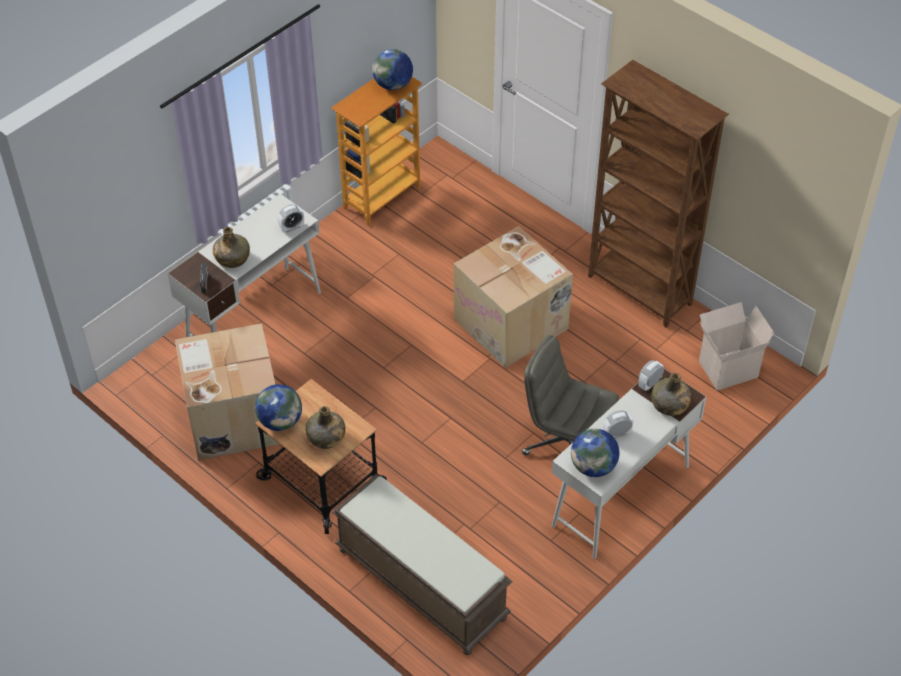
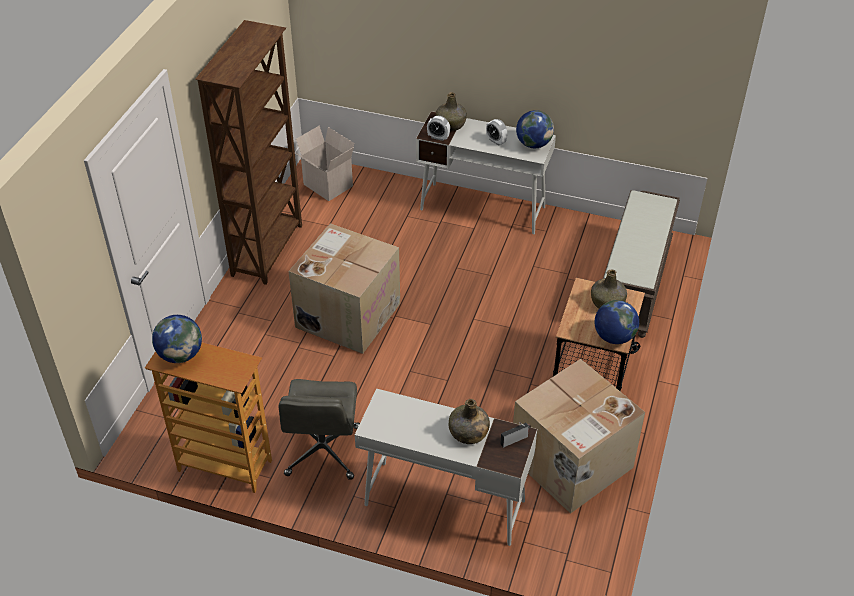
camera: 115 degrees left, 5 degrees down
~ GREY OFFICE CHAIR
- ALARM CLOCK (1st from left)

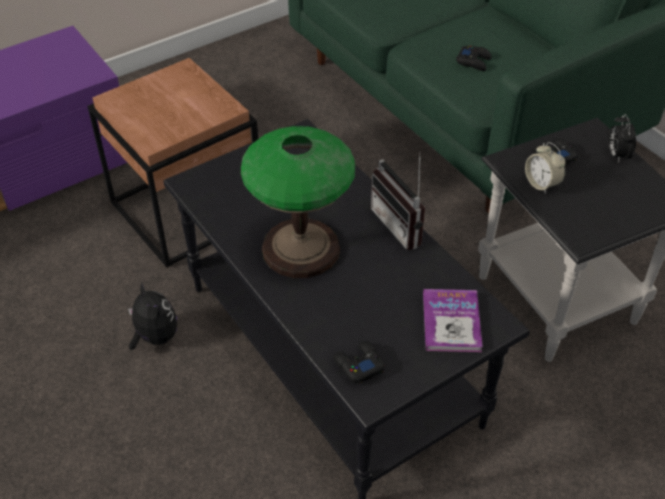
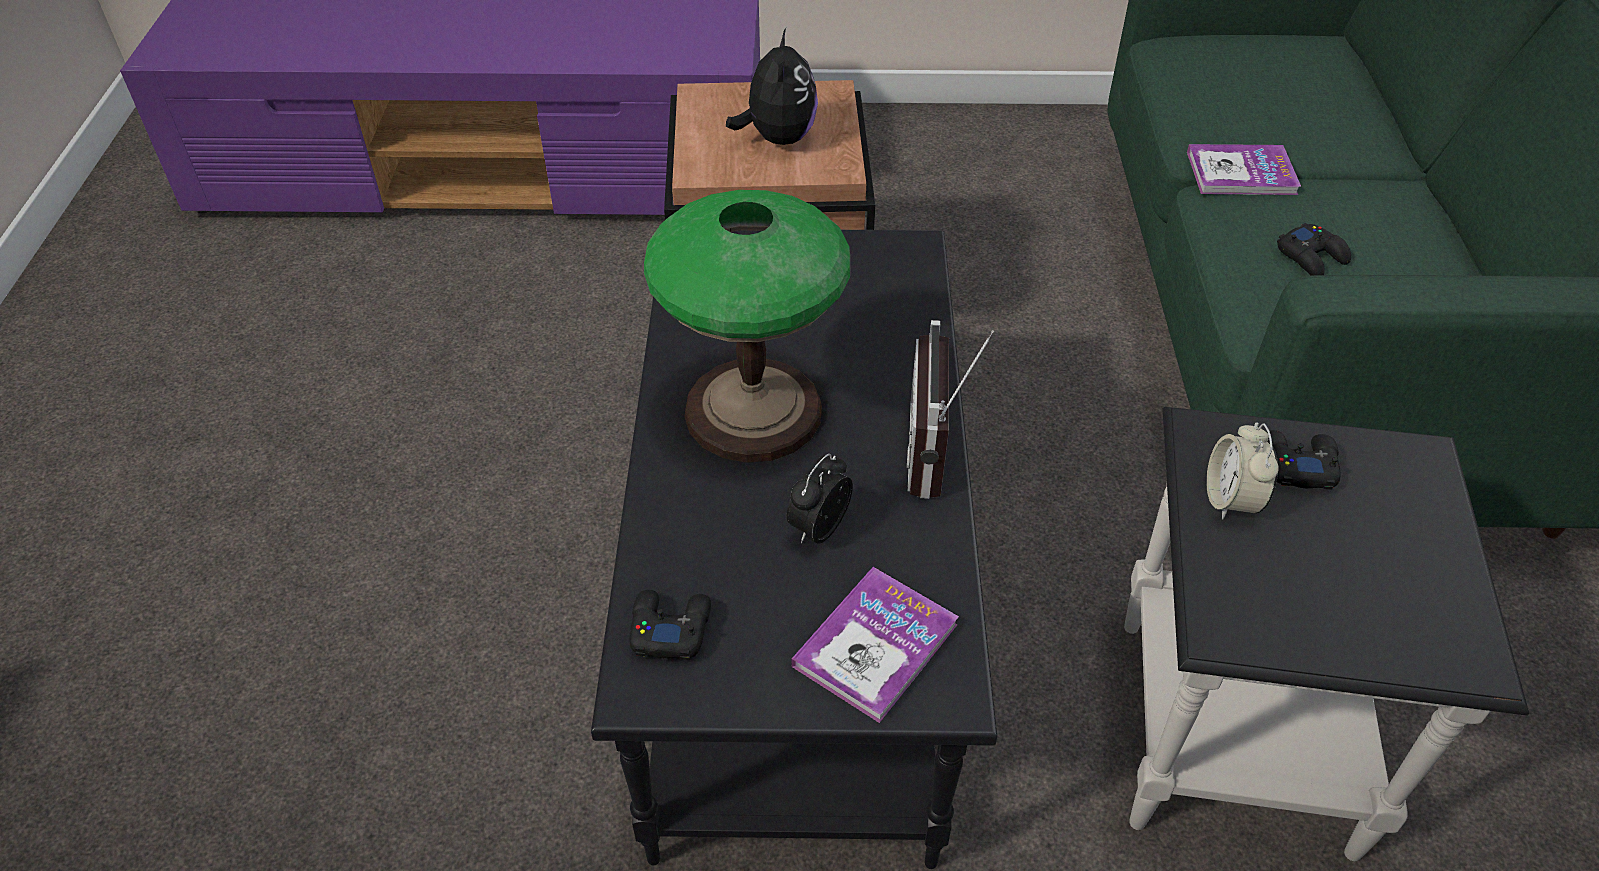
camera: 35 degrees right, 0 degrees up
~ PLUSH TOY
~ ALARM CLOCK (2nd from left in the first image) to ALARM CLOCK (1st from left)
+ BOOK (2nd from left)

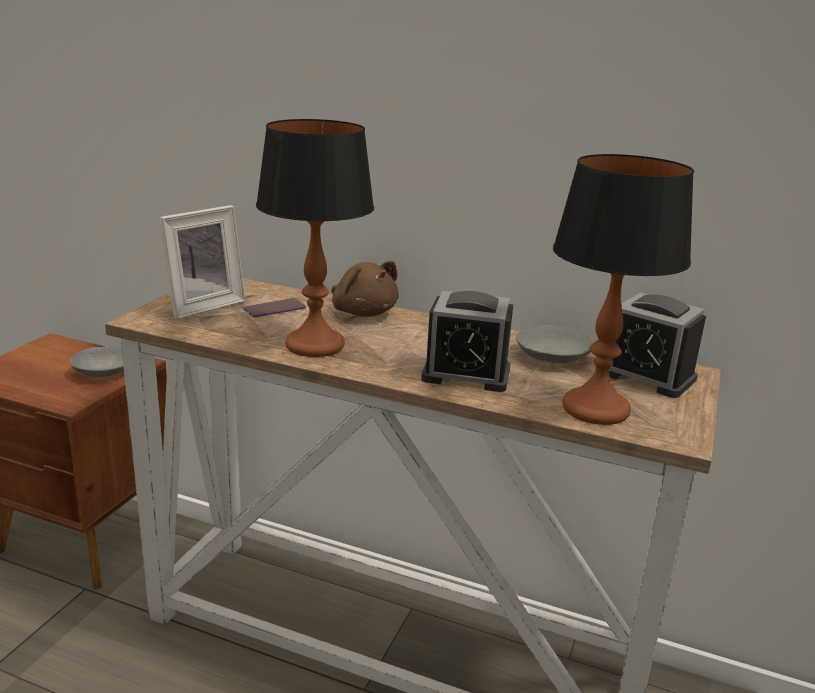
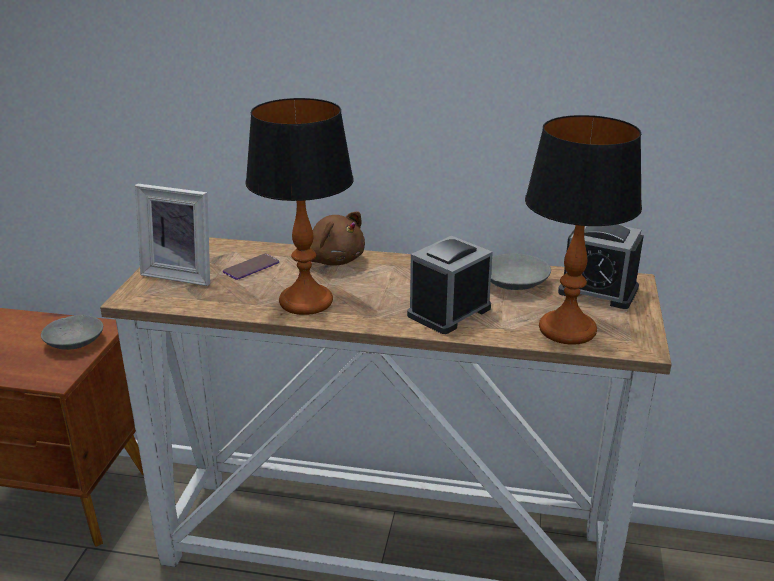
camera: 10 degrees left, 5 degrees up
~ PICTURE FRAME 75 degrees clockwise
~ ALARM CLOCK (1st from left) 135 degrees clockwise

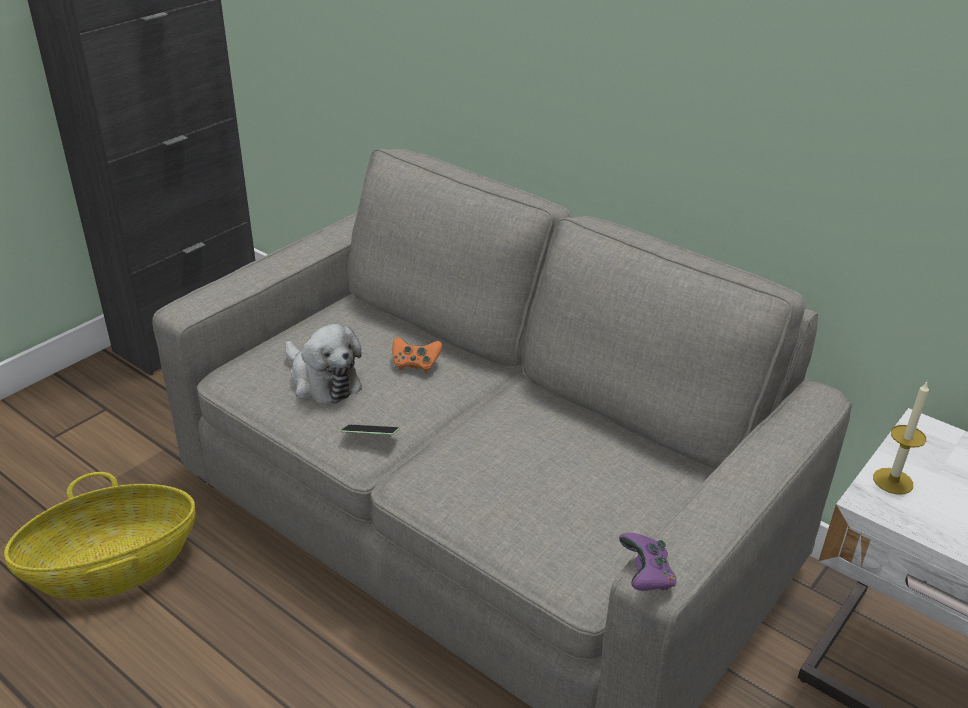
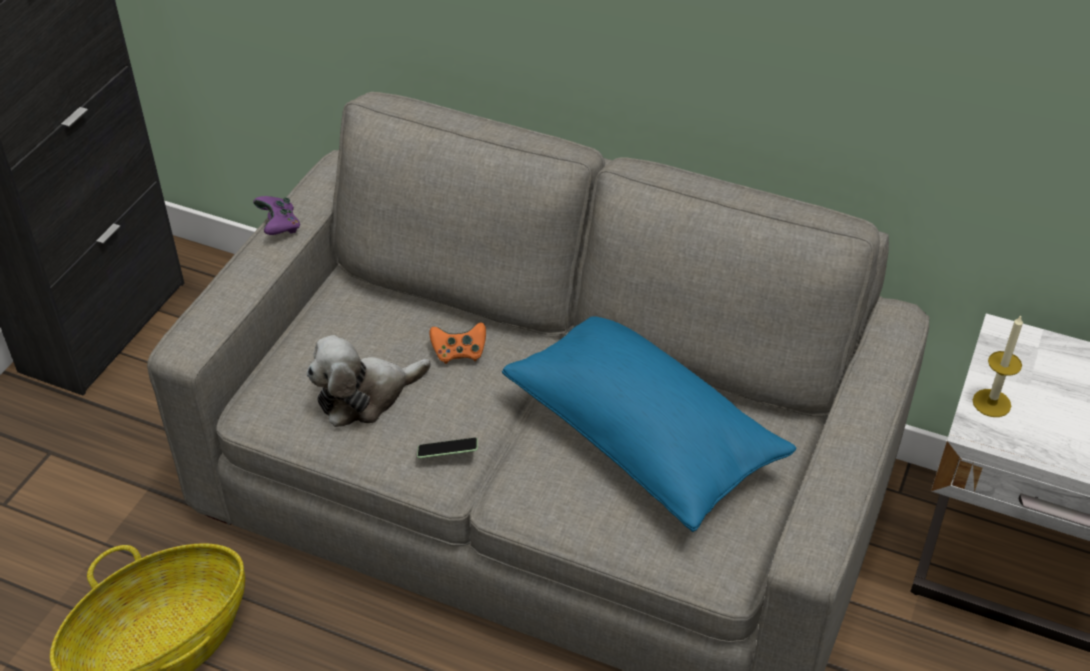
camera: 15 degrees left, 10 degrees up
~ PURPLE GAME CONTROLLER
~ PLUSH TOY 120 degrees clockwise
+ BLUE PILLOW

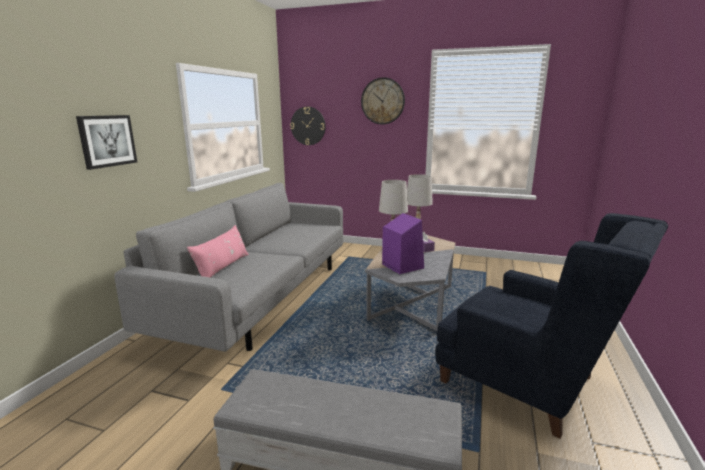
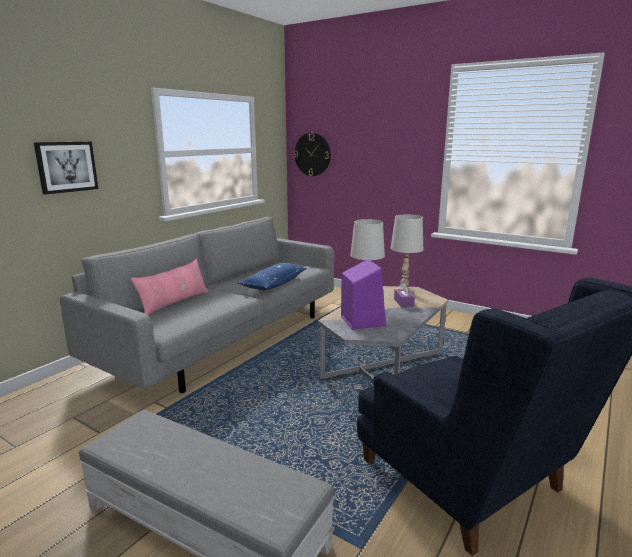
camera: 15 degrees right, 0 degrees up
+ BLUE PILLOW
- WALL CLOCK (2nd from left)

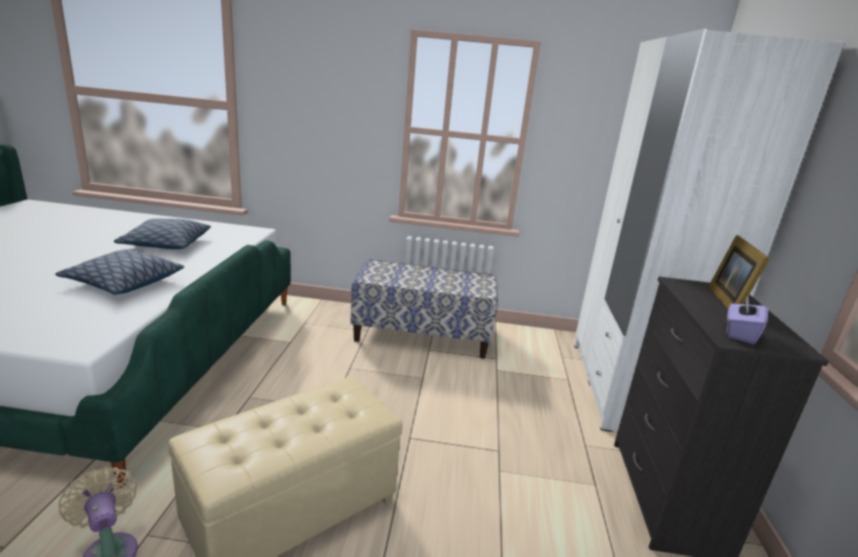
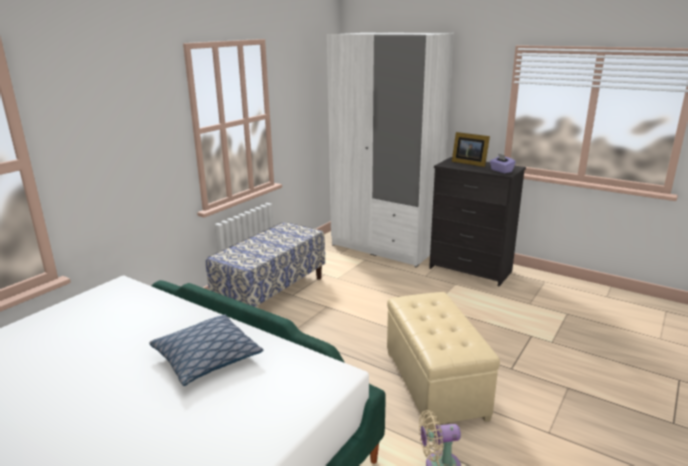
camera: 60 degrees left, 0 degrees up
- PILLOW (2nd from left)

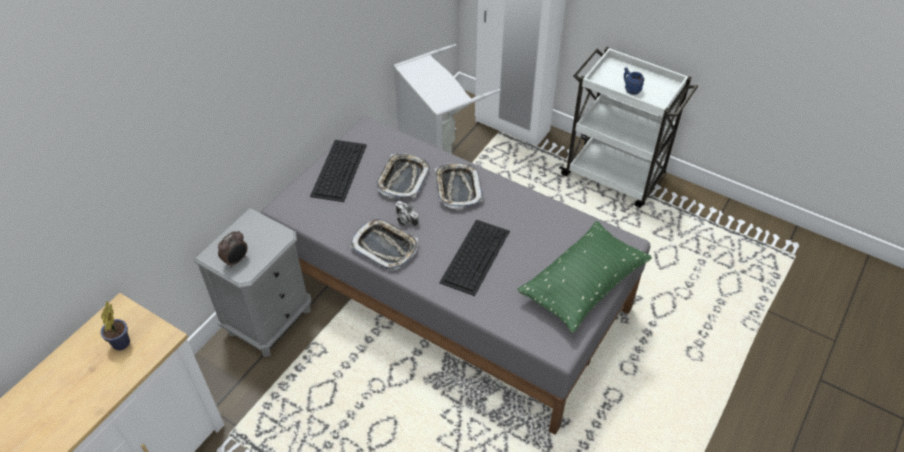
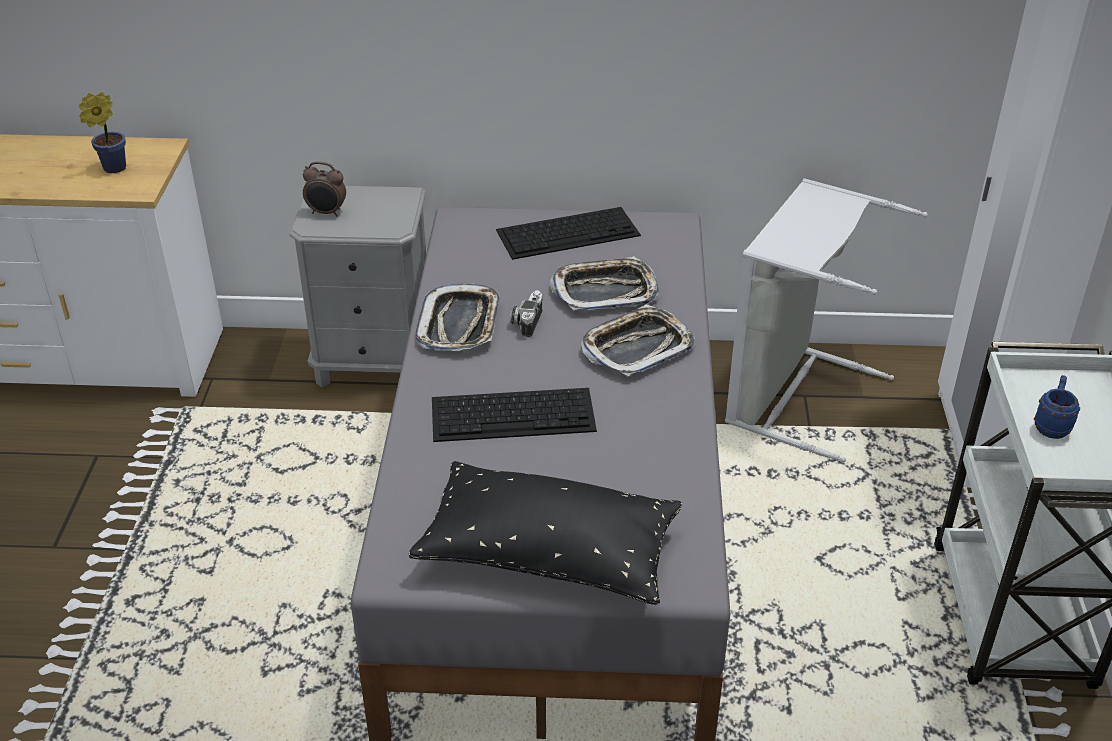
camera: 60 degrees right, 10 degrees down
~ GREEN PILLOW to BLACK PILLOW

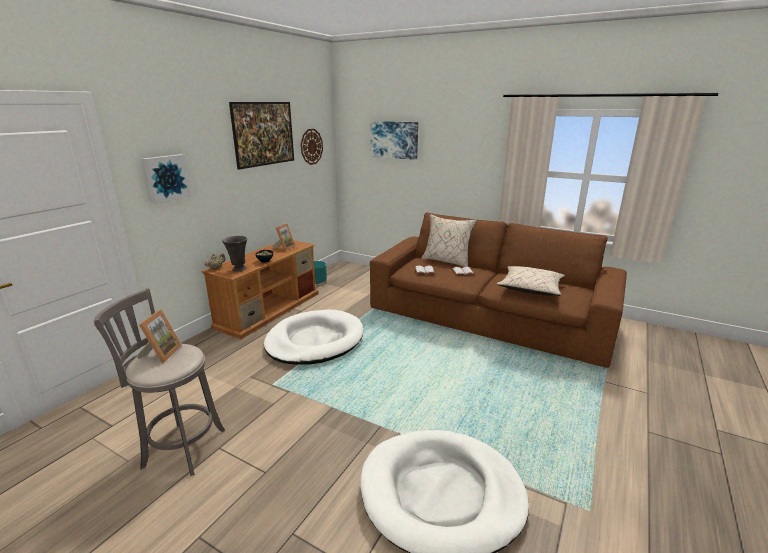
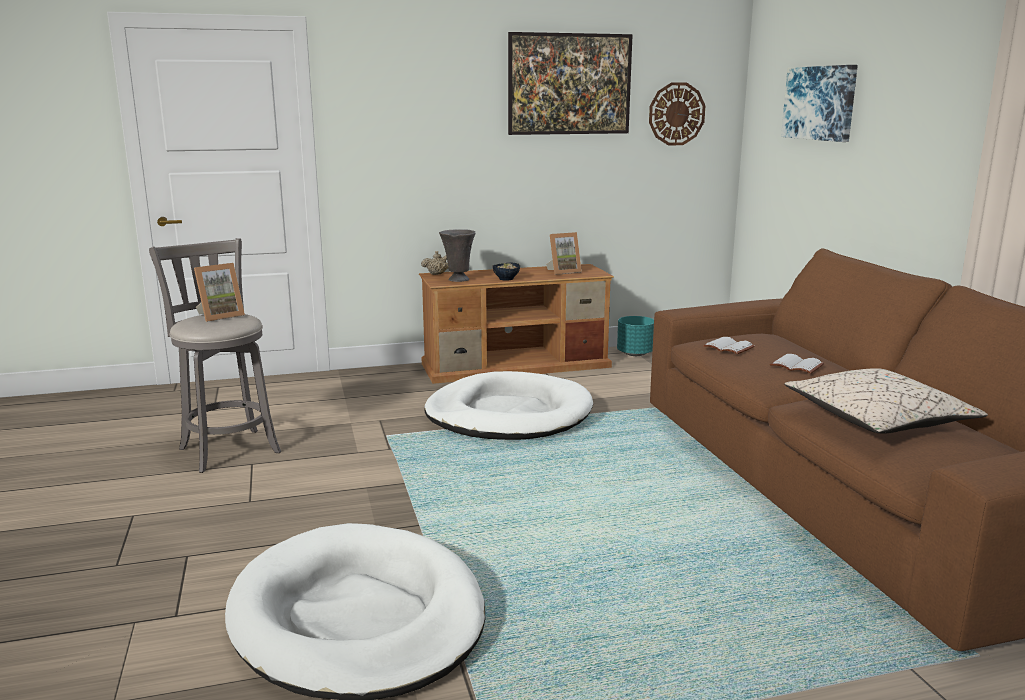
camera: 45 degrees right, 5 degrees down
- PICTURE (1st from left)
- BEIGE PILLOW (1st from left)

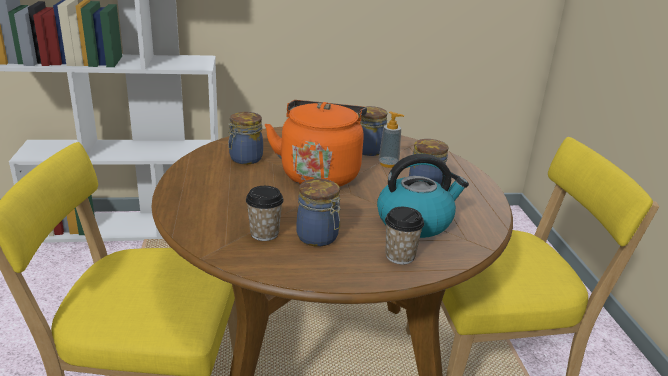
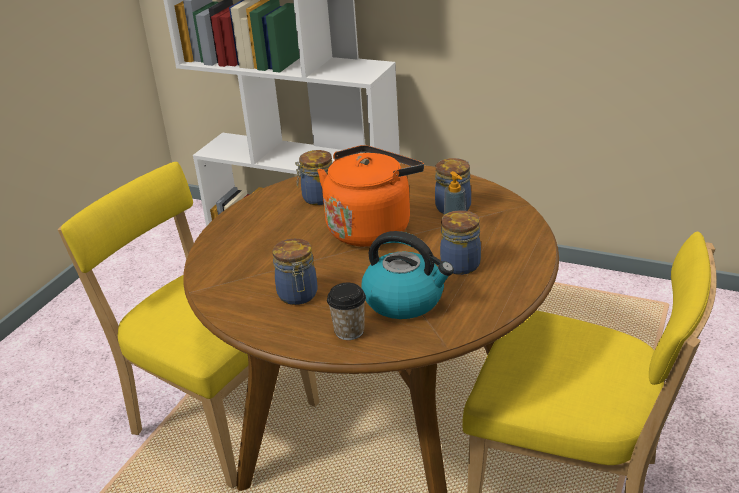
camera: 35 degrees right, 5 degrees up
- CUP (1st from left)

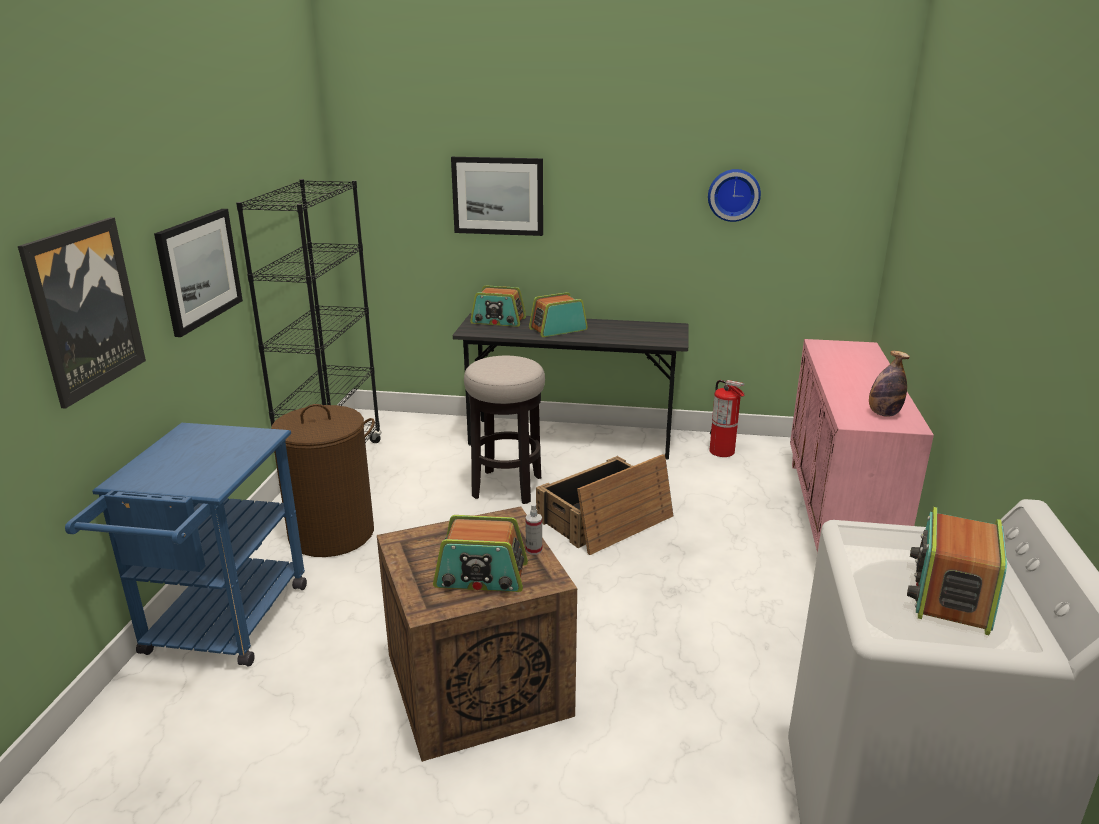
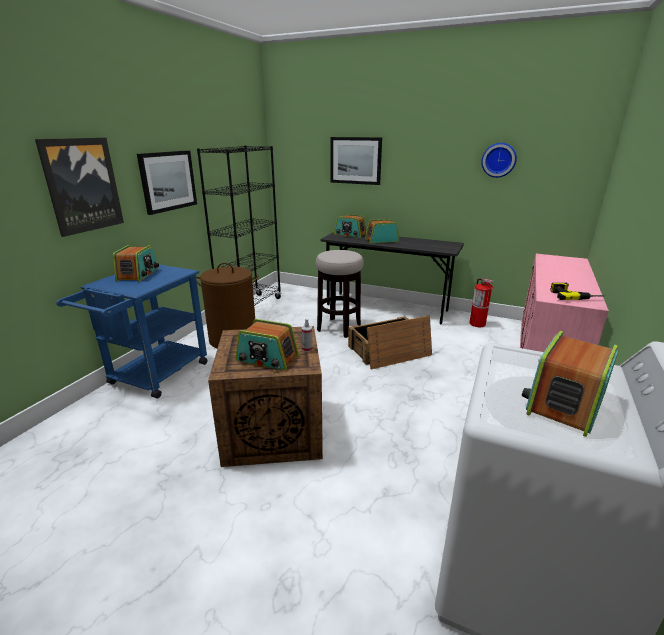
camera: 15 degrees right, 0 degrees up
+ RADIO (1st from left)
~ BOTTLE to POWER DRILL

